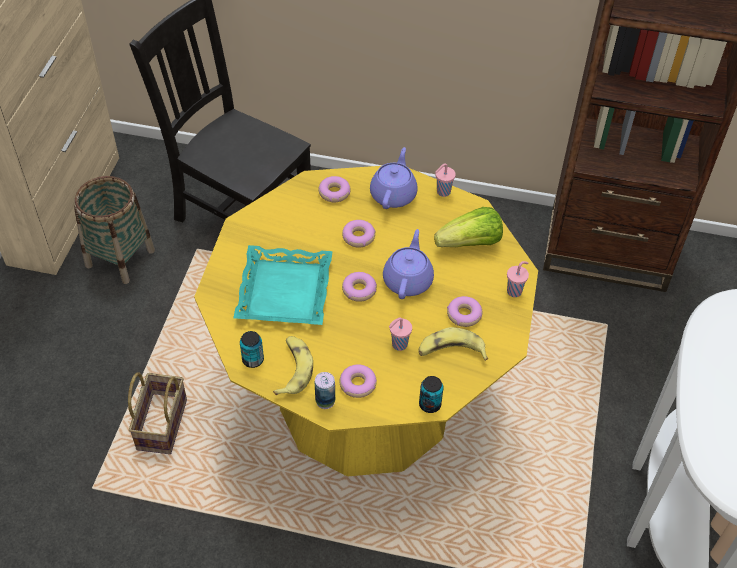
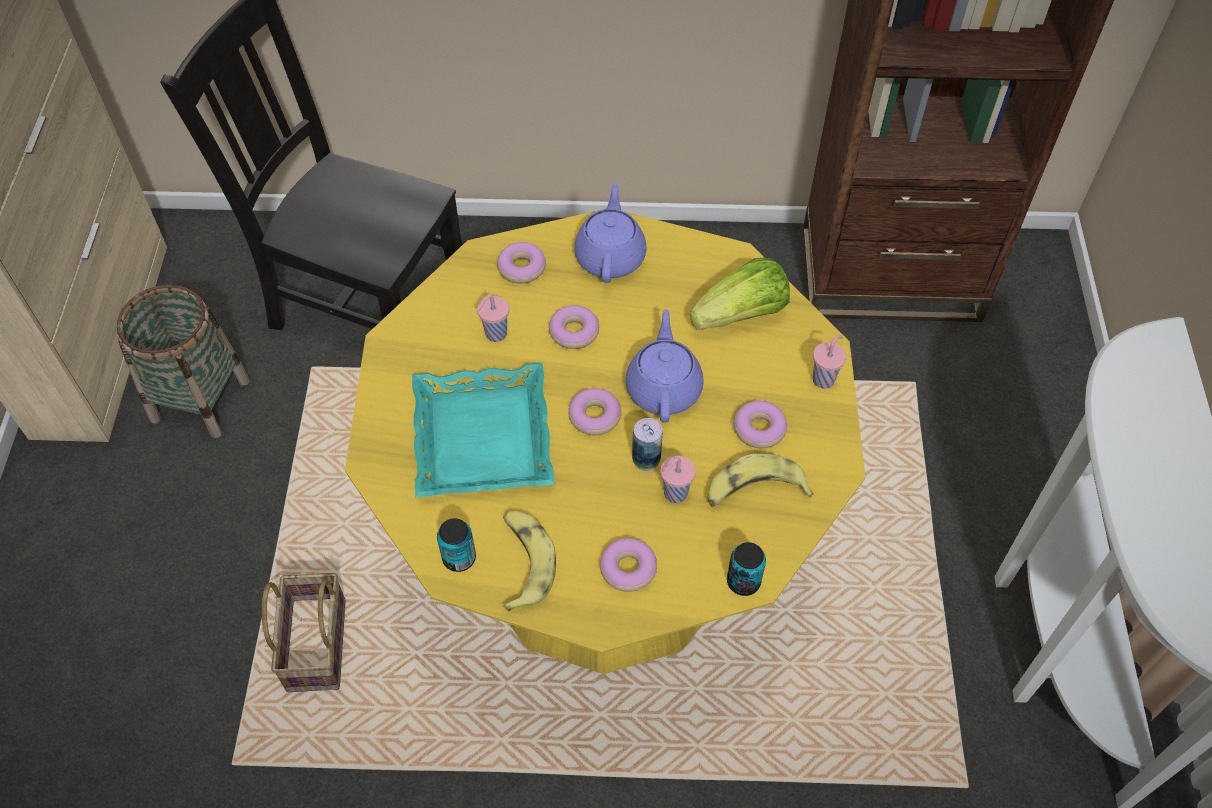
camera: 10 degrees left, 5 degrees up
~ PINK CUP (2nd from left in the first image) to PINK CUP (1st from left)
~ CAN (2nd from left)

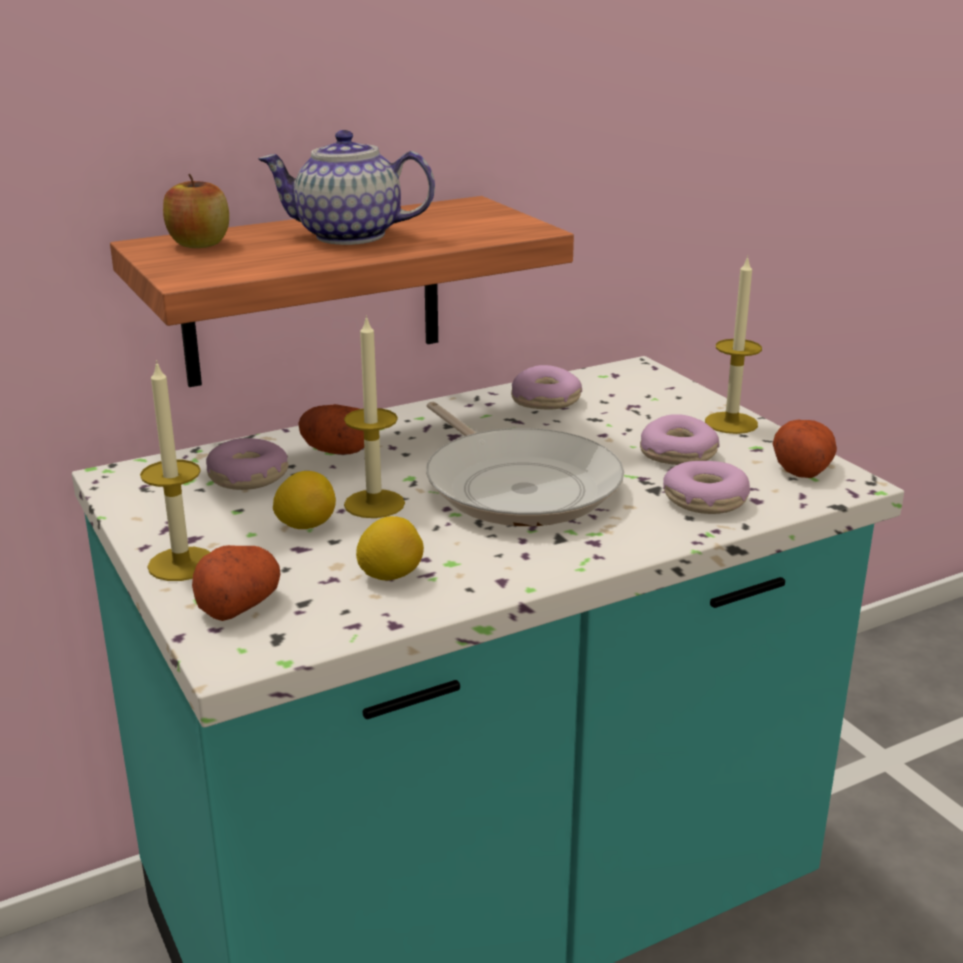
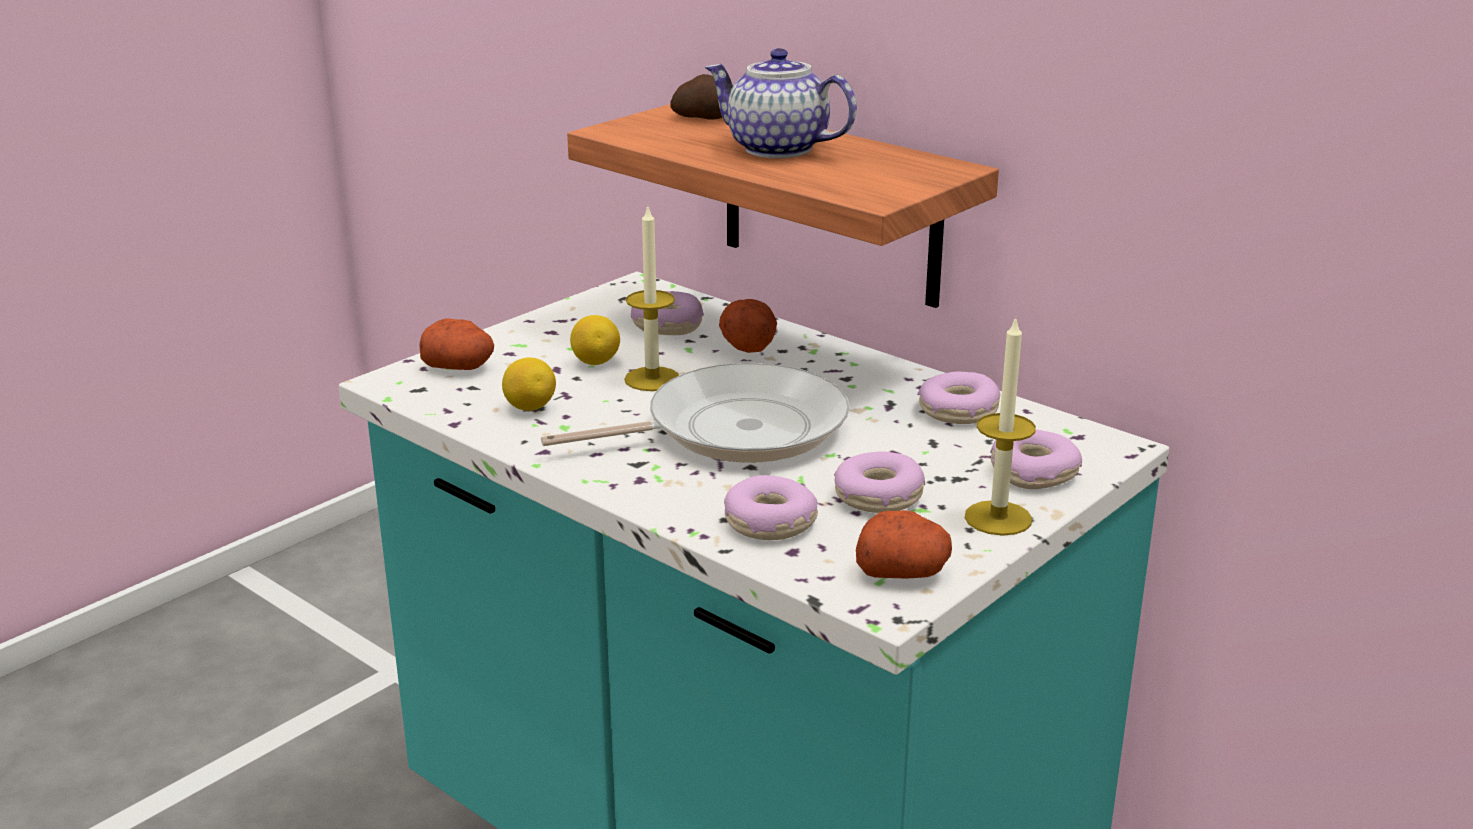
camera: 70 degrees right, 0 degrees up
~ FRYING PAN 150 degrees counterclockwise
~ APPLE to POTATO (2nd from left)
~ TEAPOT 45 degrees counterclockwise
+ DONUT (5th from left)
- CANDLE (1st from left)

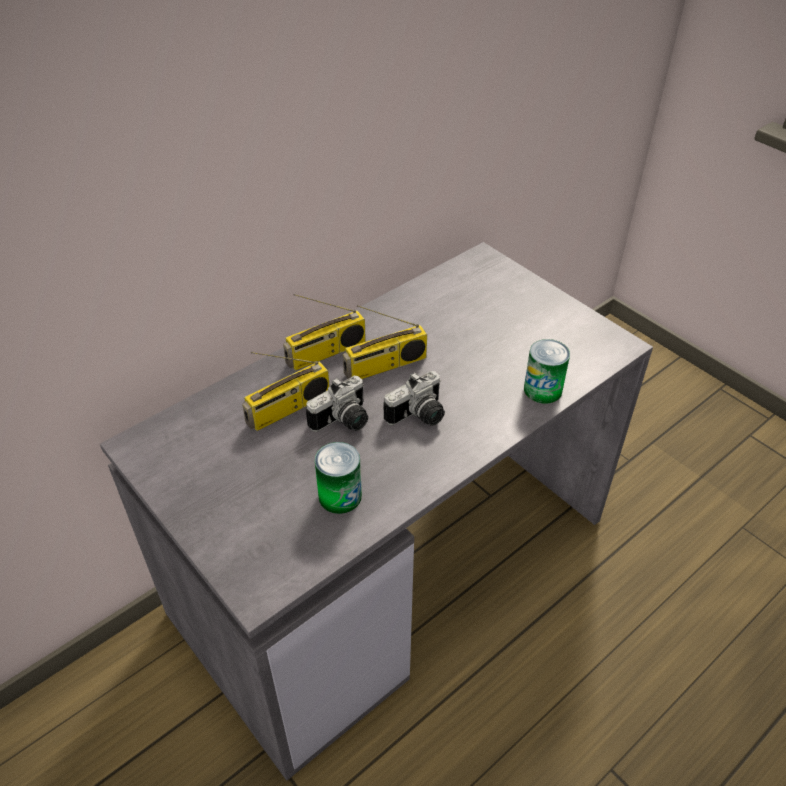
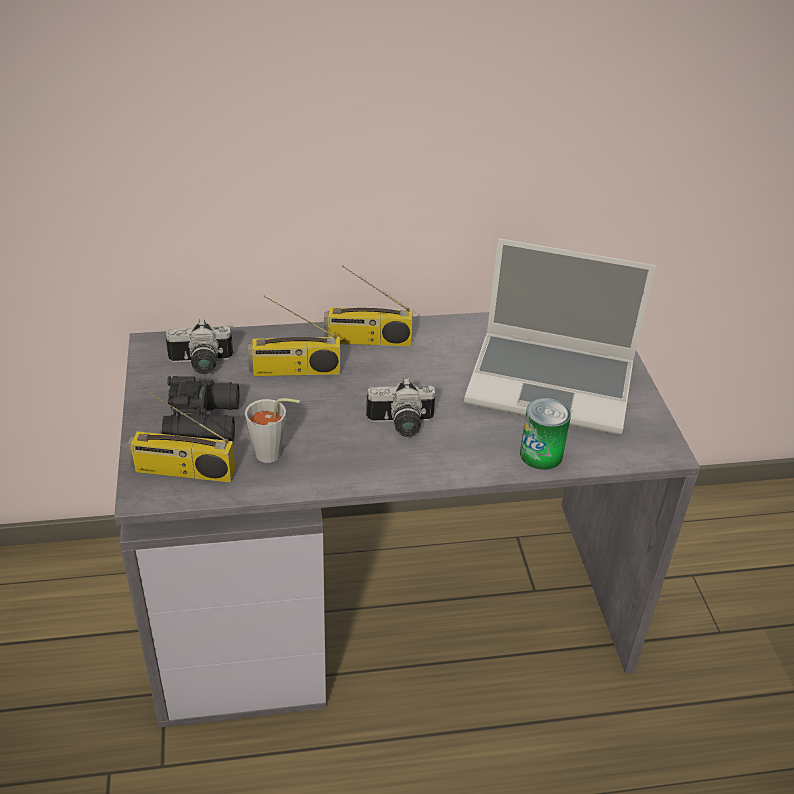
camera: 30 degrees right, 5 degrees down
~ RADIO (3rd from left in the first image) to RADIO (1st from left)
+ BLACK BINOCULARS
~ PHOTO CAMERA (1st from left)
~ CAN (1st from left) to GREY CUP
+ LAPTOP

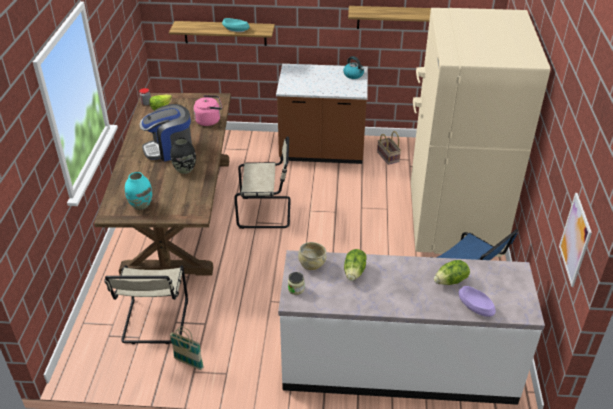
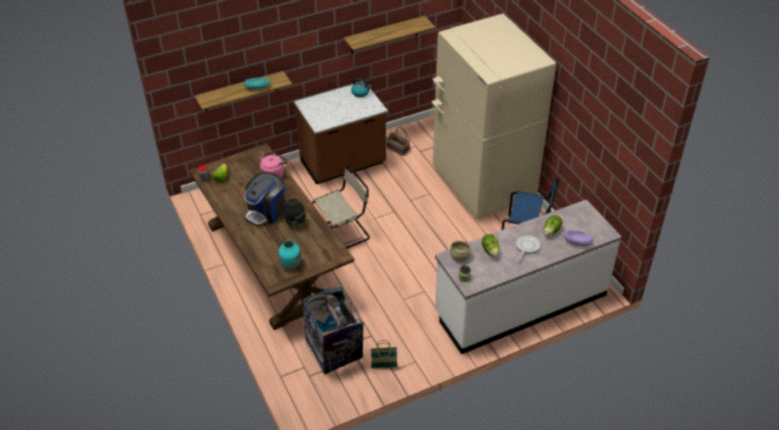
camera: 30 degrees left, 5 degrees up
~ BEIGE CHAIR (1st from left) to TRASH CAN
+ FRYING PAN
- PICTURE

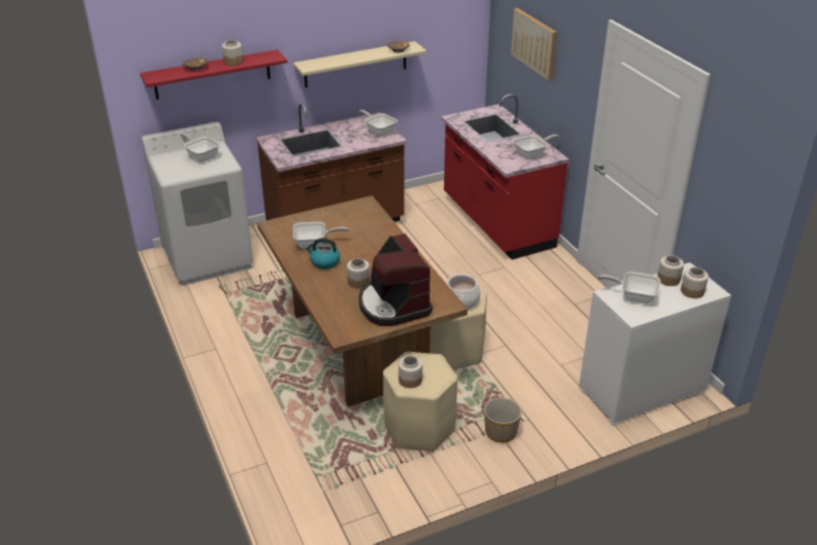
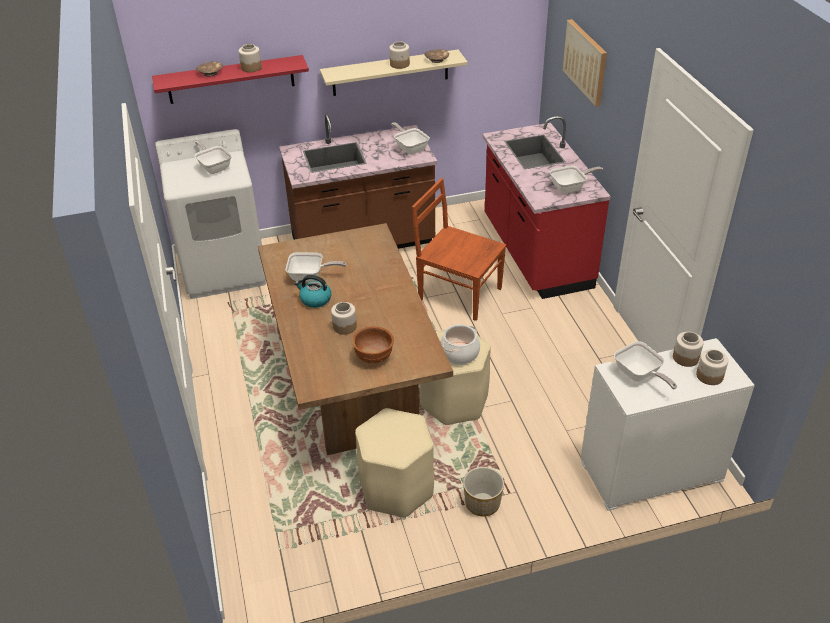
camera: 10 degrees right, 5 degrees up
~ COFFEE MACHINE to BROWN BOWL (2nd from left)
~ JAR (3rd from left)
+ BROWN CHAIR
~ FRYING PAN (5th from left) 150 degrees counterclockwise

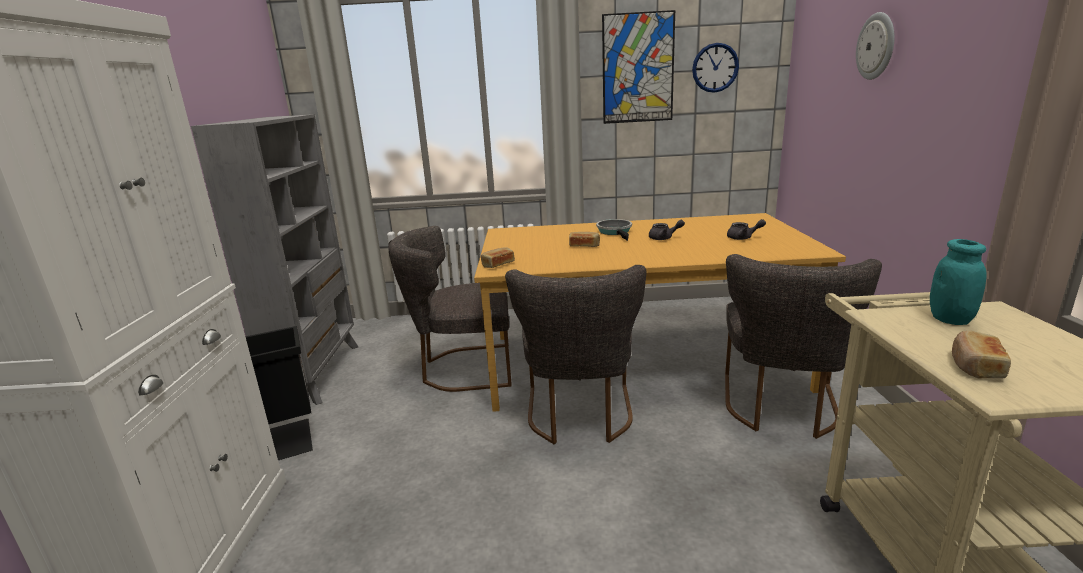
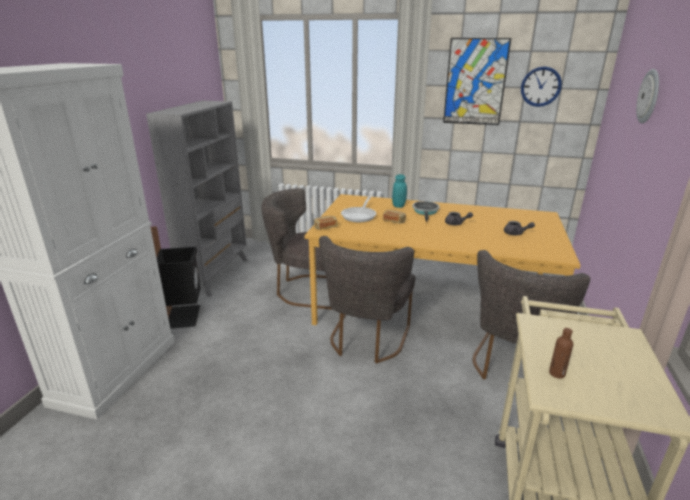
camera: 15 degrees right, 5 degrees up
+ FRYING PAN (1st from left)
~ TURQUOISE JAR
~ BREAD (3rd from left) to BROWN BOTTLE

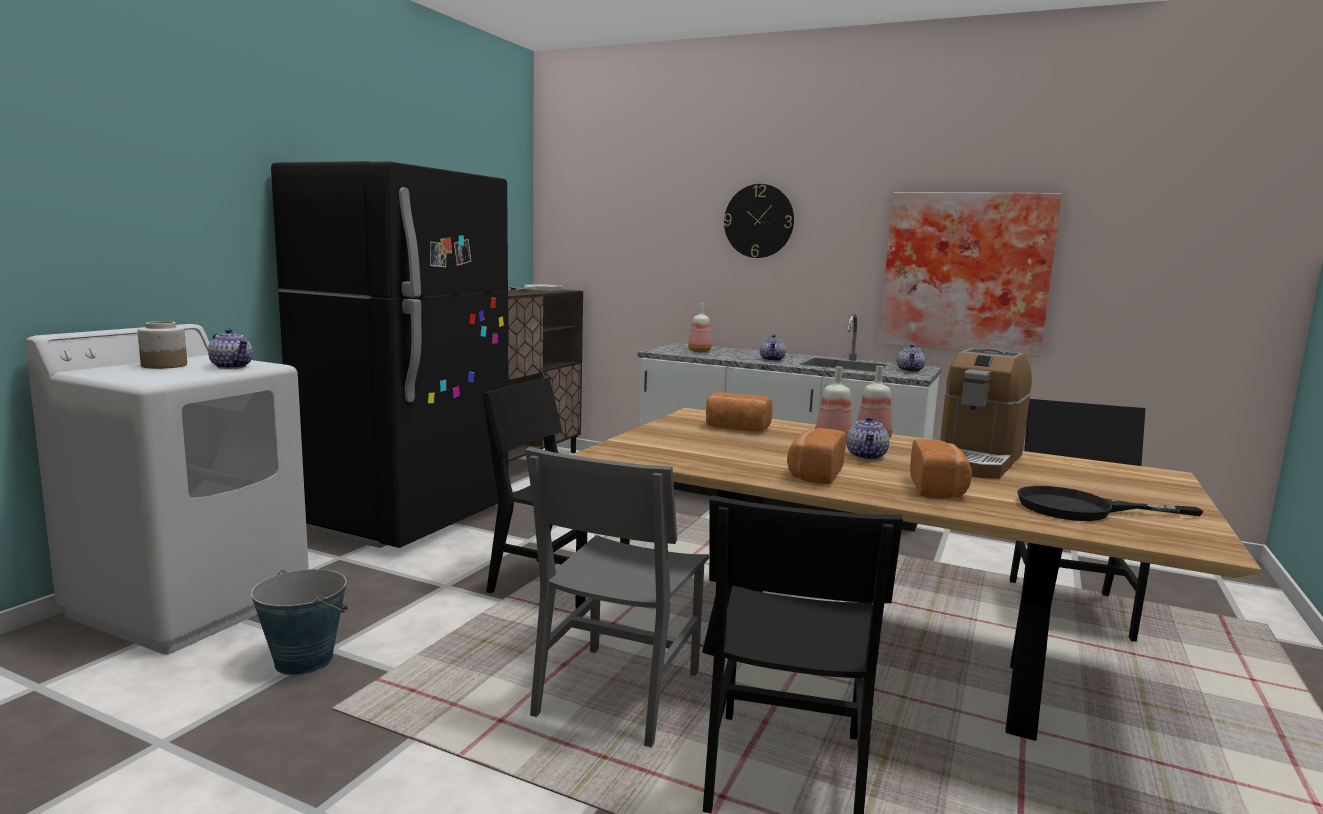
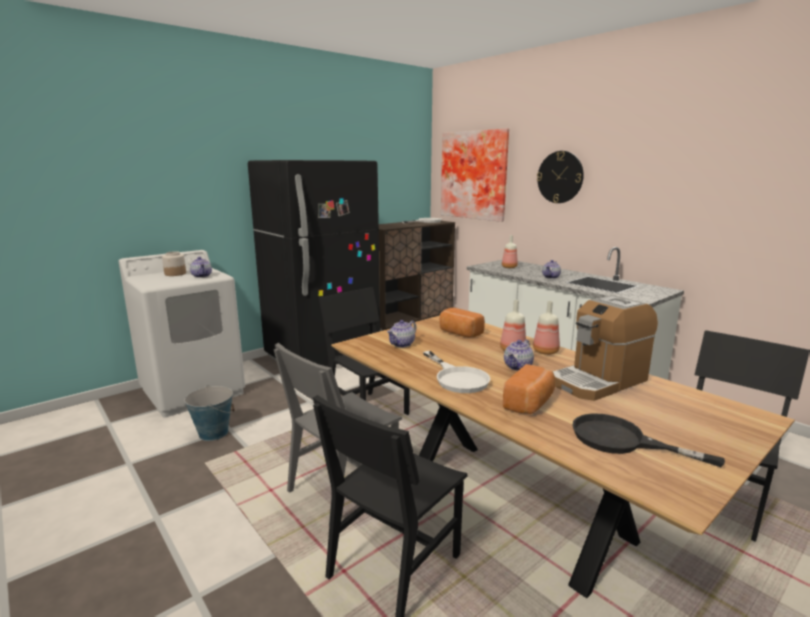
camera: 25 degrees right, 5 degrees up
~ TEAPOT (4th from left in the first image) to TEAPOT (2nd from left)
~ BREAD (2nd from left) to WHITE FRYING PAN (2nd from left)
~ PICTURE

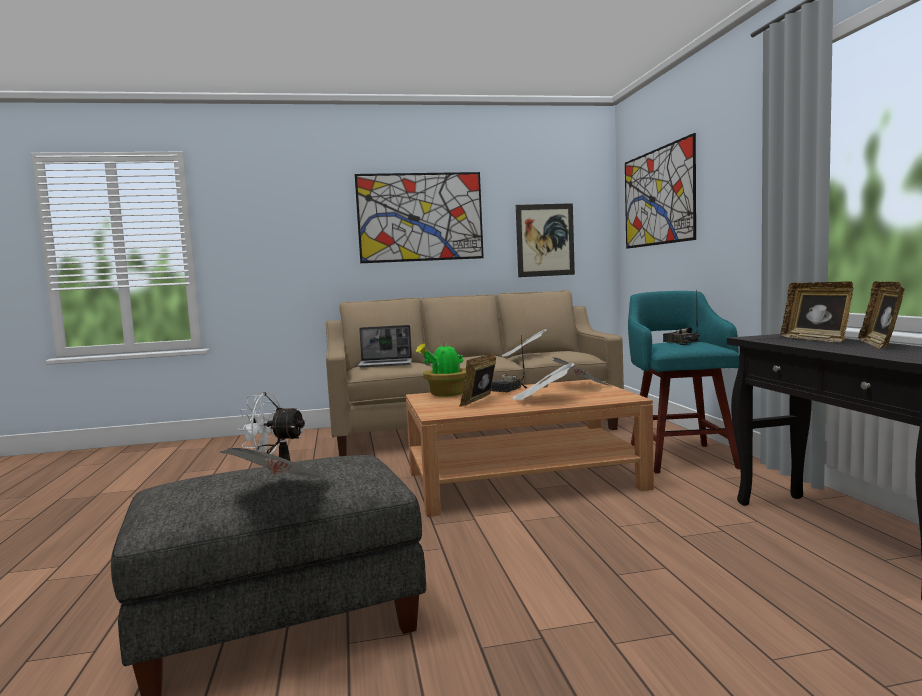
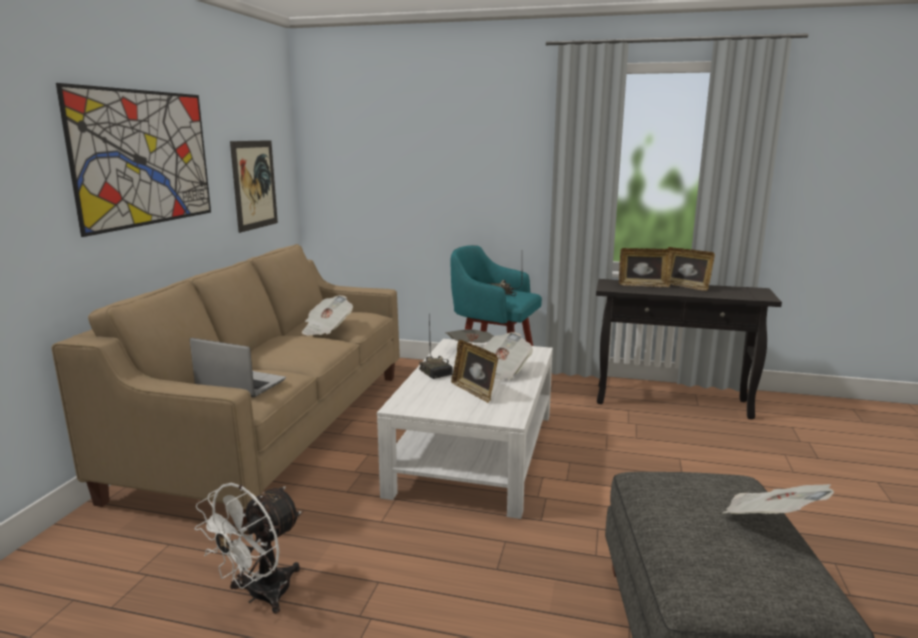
camera: 65 degrees left, 10 degrees up
~ LAPTOP 90 degrees counterclockwise
~ BROWN COFFEE TABLE to WHITE COFFEE TABLE
- POTTED PLANT
- PICTURE (3rd from left)

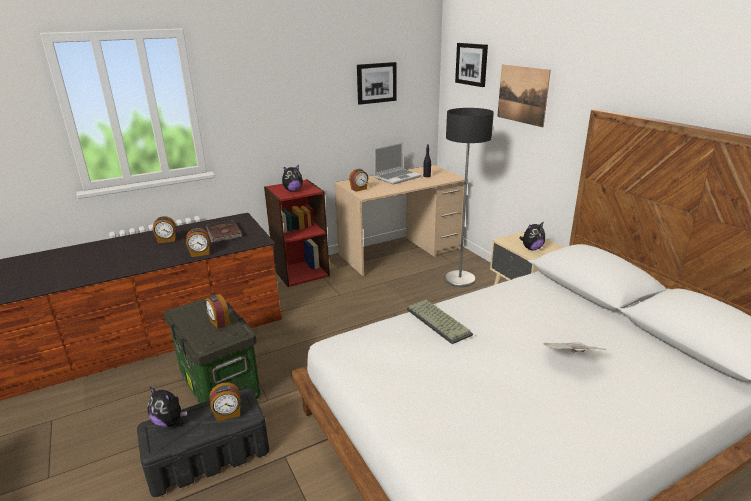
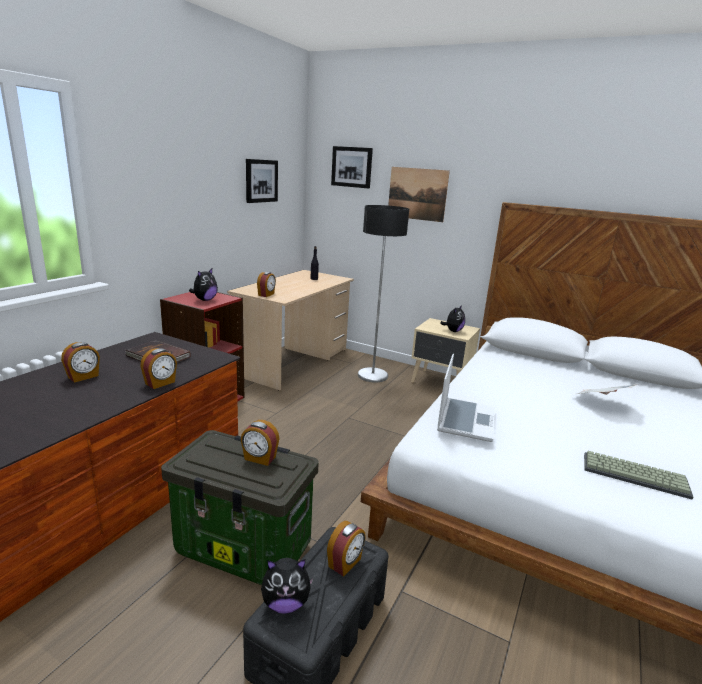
camera: 35 degrees left, 5 degrees down
~ LAPTOP
~ KEYBOARD

